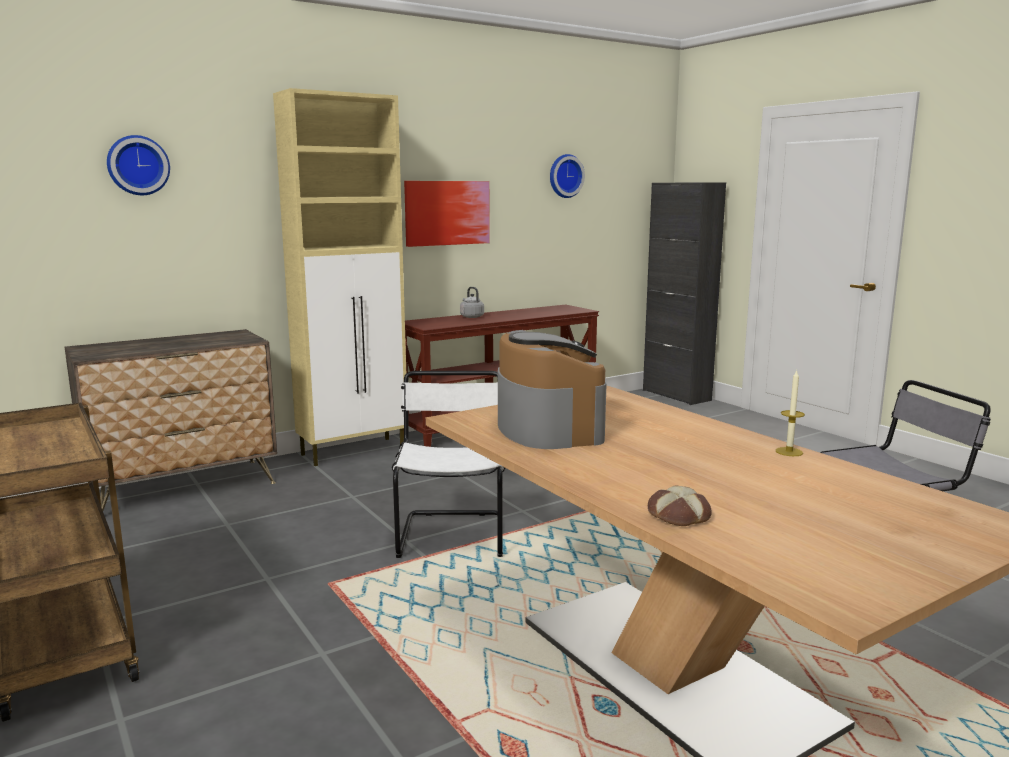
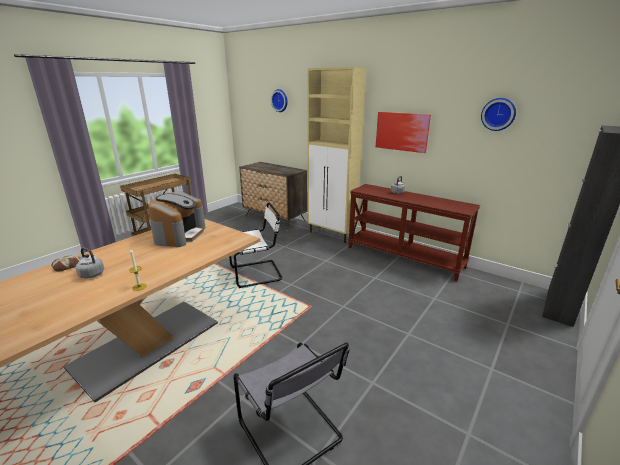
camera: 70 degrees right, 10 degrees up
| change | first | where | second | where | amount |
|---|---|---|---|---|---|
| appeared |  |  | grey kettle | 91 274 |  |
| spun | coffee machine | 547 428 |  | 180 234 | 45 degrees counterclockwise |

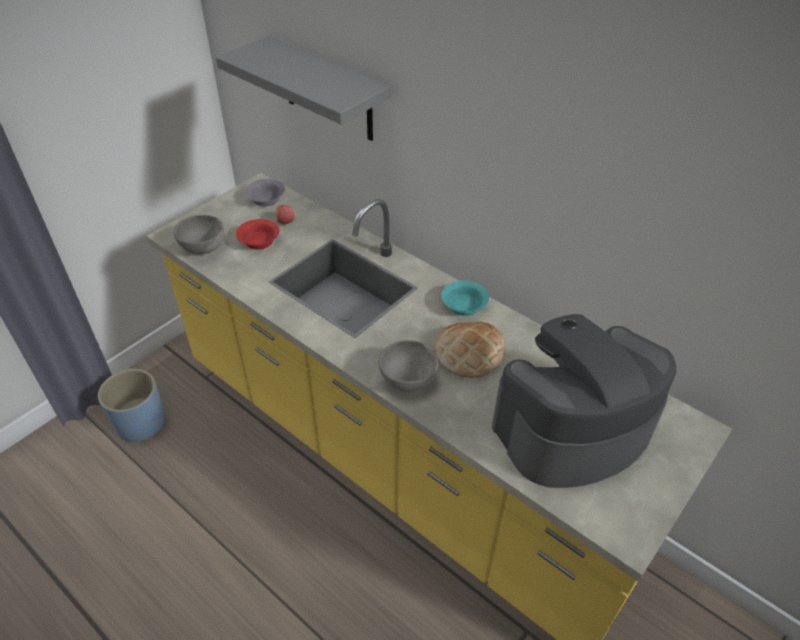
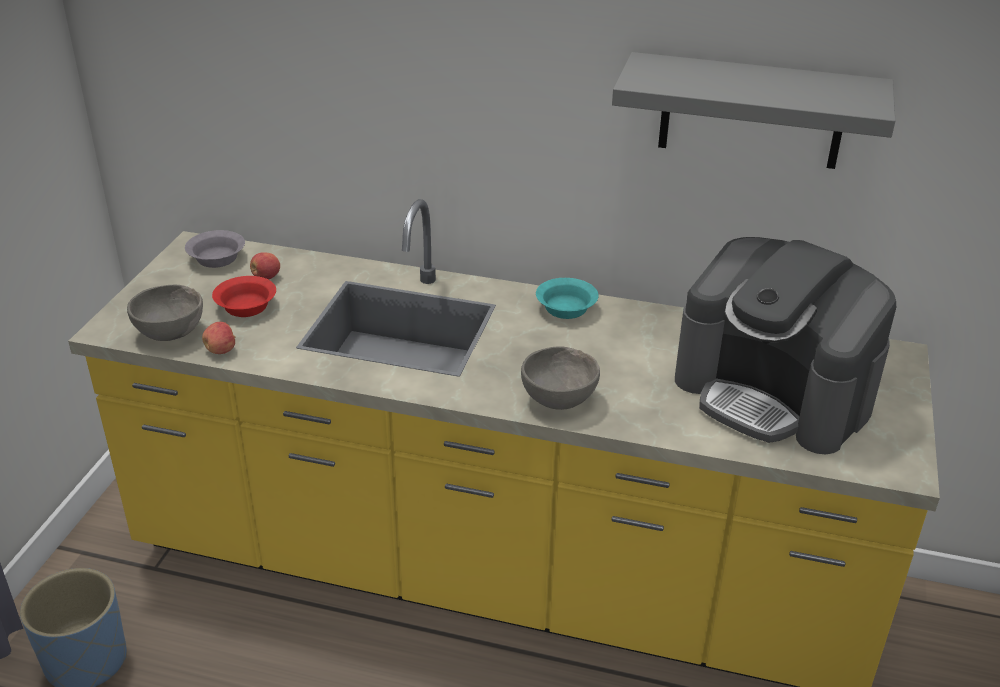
camera: 25 degrees left, 10 degrees down
| change | first | where | second | where | amount |
|---|---|---|---|---|---|
| missing | bread | 469 353 |  |  |  |
| appeared |  |  | apple | 221 350 |  |
| relocated | grey shelf | 328 90 |  | 752 111 |  |
| spun | coffee machine | 570 430 |  | 774 393 | 90 degrees counterclockwise |

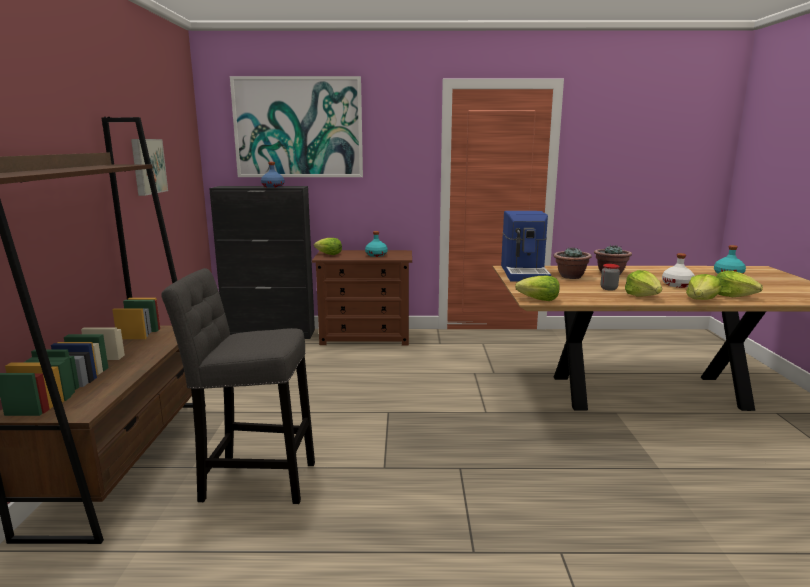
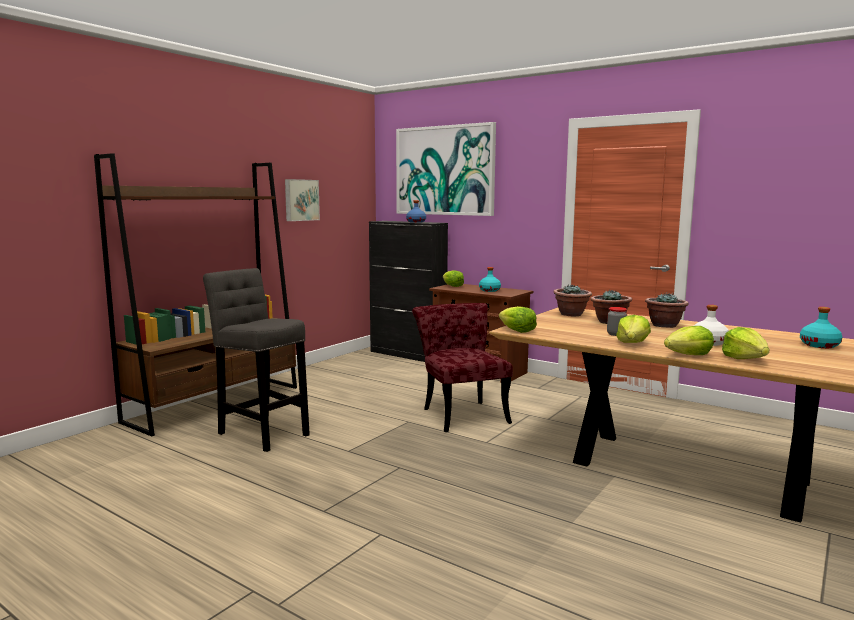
camera: 35 degrees right, 5 degrees down
| change | first | where | second | where | amount |
|---|---|---|---|---|---|
| appeared |  |  | red chair | 461 413 |  |
| exchanged | coffee machine | 525 273 | potted plant | 571 314 |  |

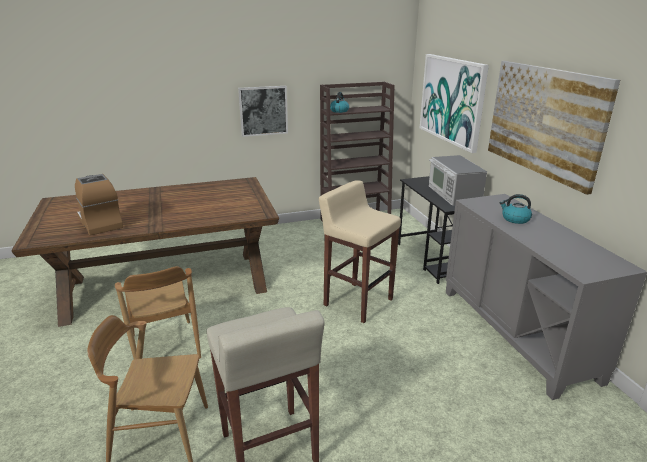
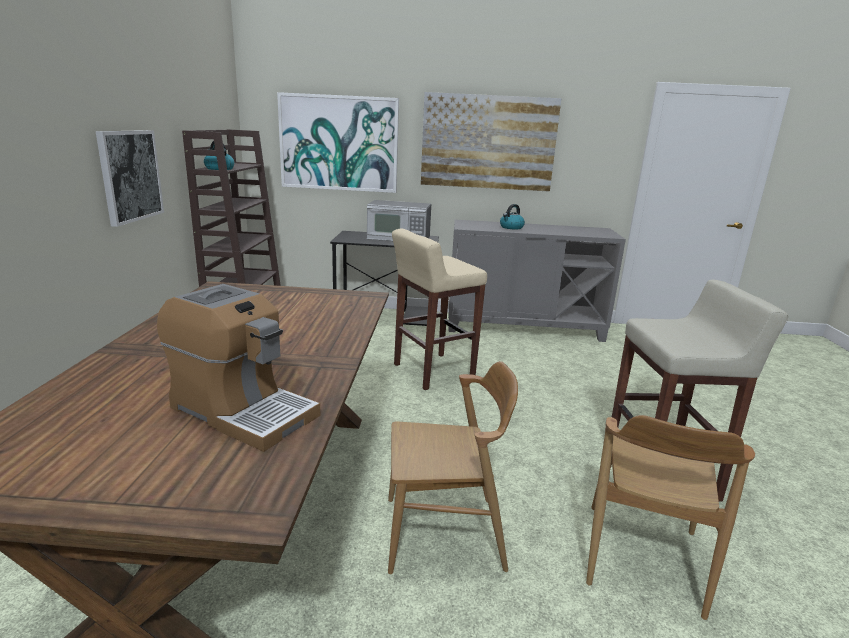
camera: 70 degrees left, 5 degrees down
| change | first | where | second | where | amount |
|---|---|---|---|---|---|
| spun | coffee machine | 100 223 |  | 242 411 | 135 degrees counterclockwise |

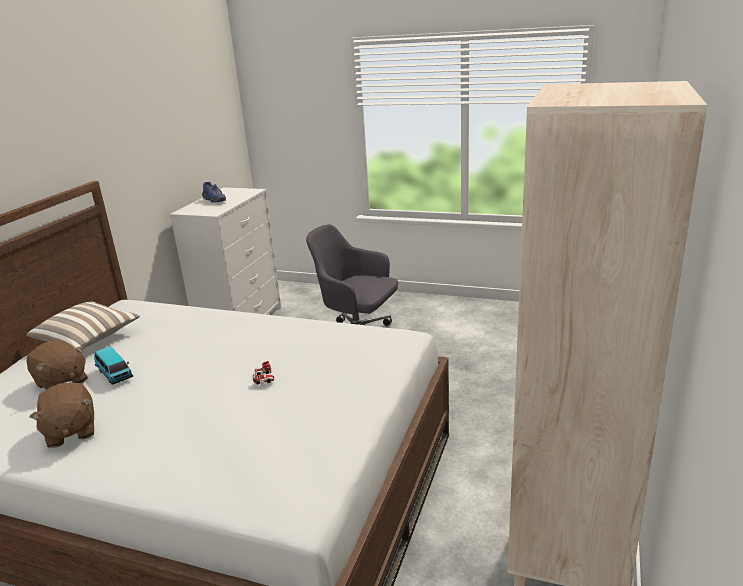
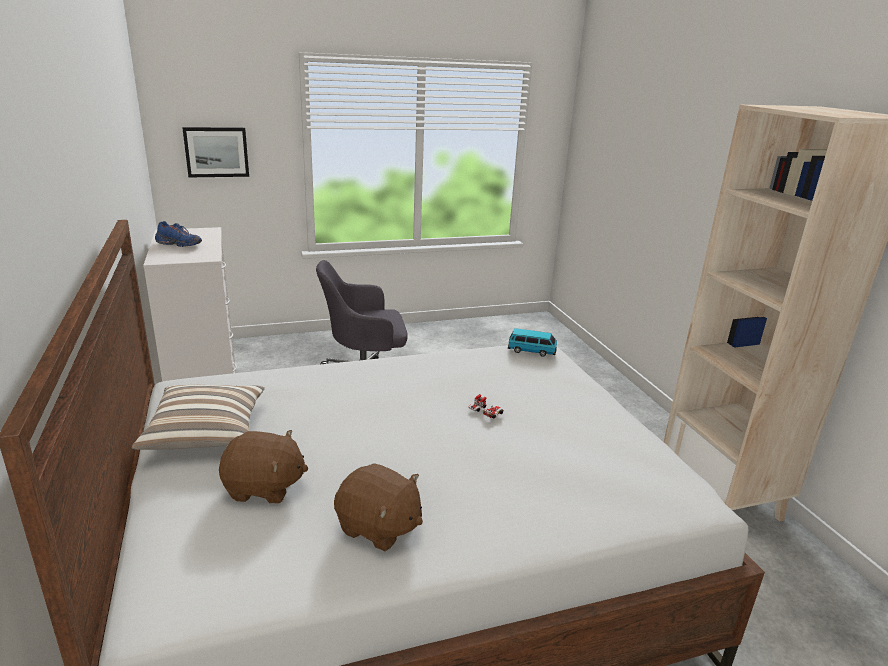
camera: 40 degrees left, 0 degrees up
| change | first | where | second | where | amount |
|---|---|---|---|---|---|
| appeared |  |  | picture | 216 152 |  |
| relocated | toy car | 114 374 |  | 531 351 |  |

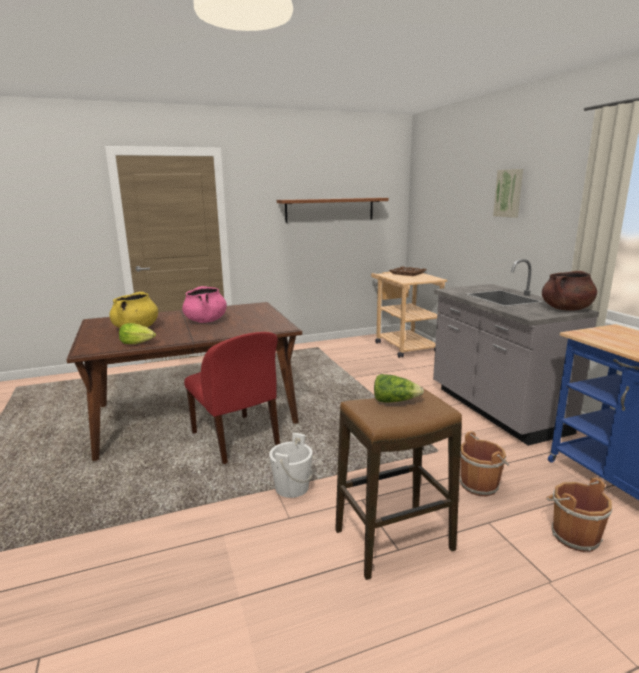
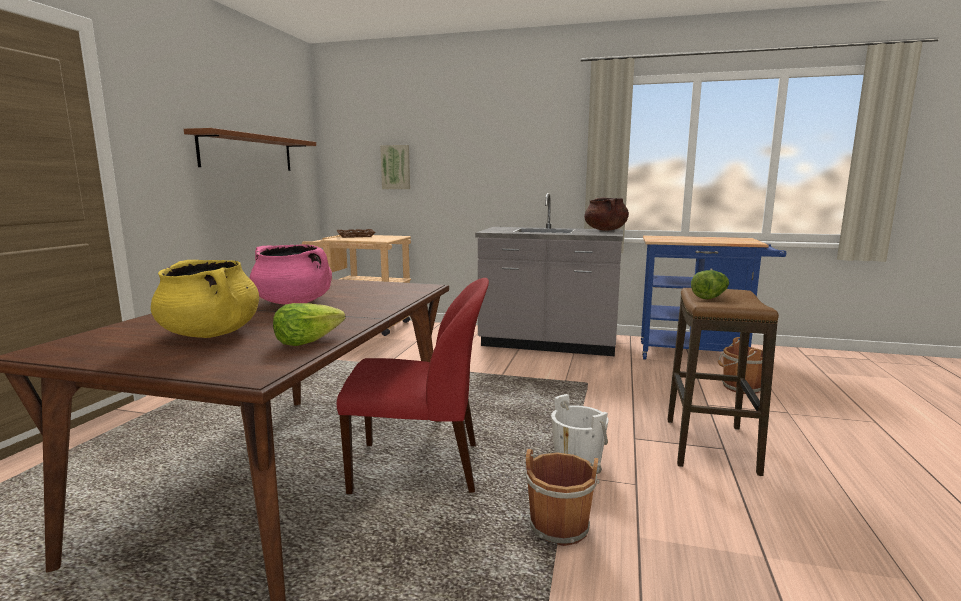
camera: 55 degrees left, 5 degrees down
| change | first | where | second | where | amount |
|---|---|---|---|---|---|
| relocated | brown bucket | 480 484 |  | 559 525 |  |
| relocated | picture | 509 193 |  | 396 167 |  |

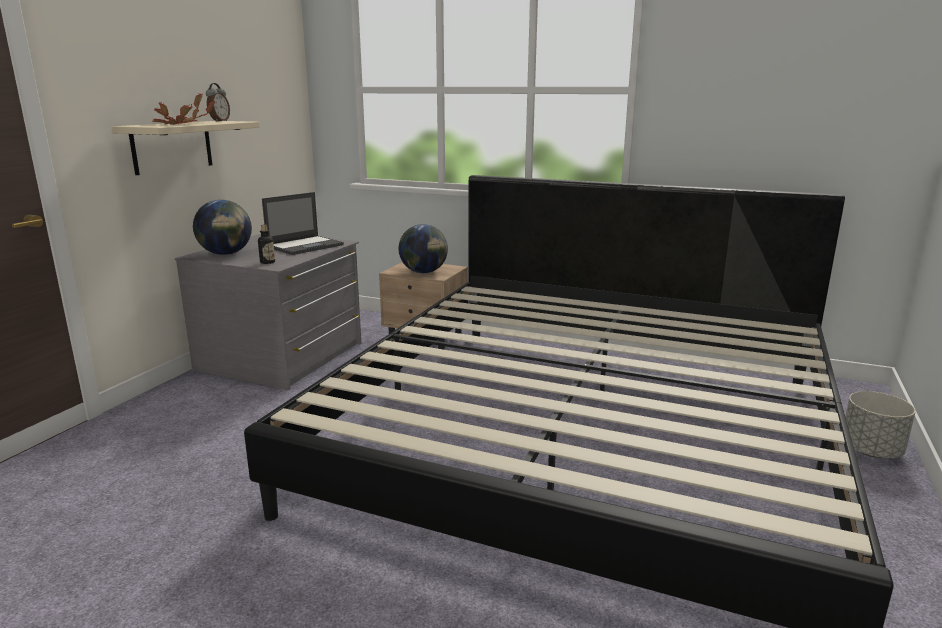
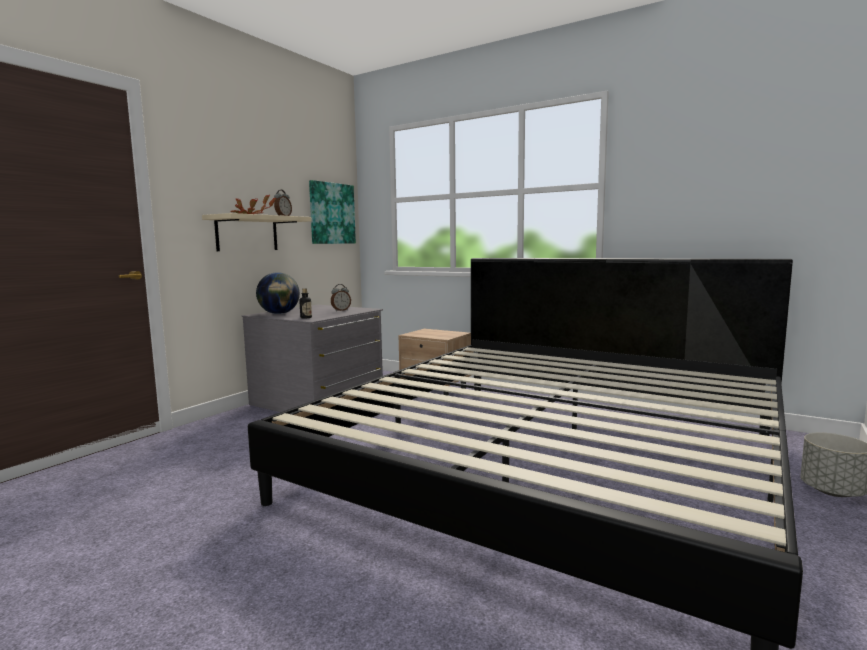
camera: 10 degrees right, 10 degrees down
| change | first | where | second | where | amount |
|---|---|---|---|---|---|
| missing | globe | 424 272 |  |  |  |
| appeared |  |  | picture | 331 213 |  |
| exchanged | laptop | 305 246 | alarm clock | 341 310 |  |

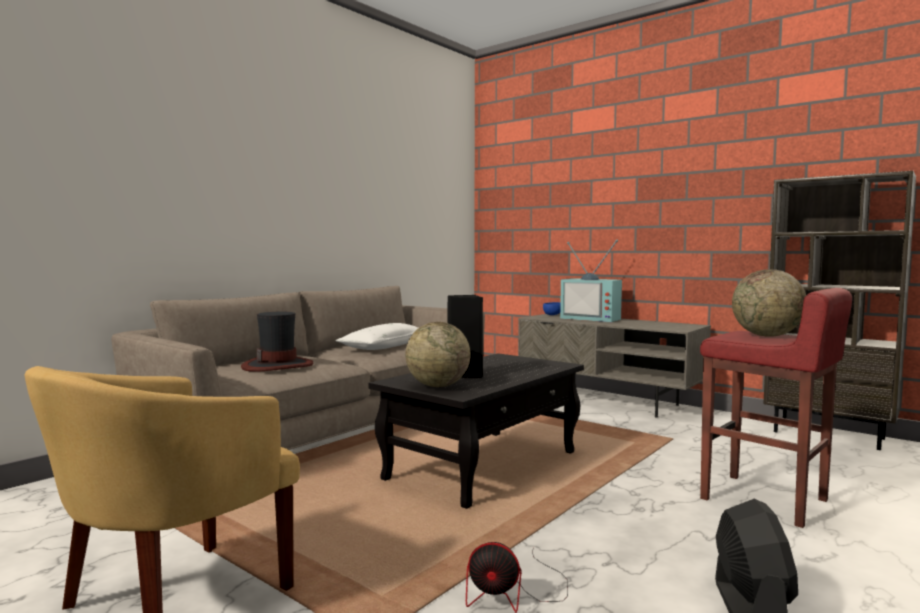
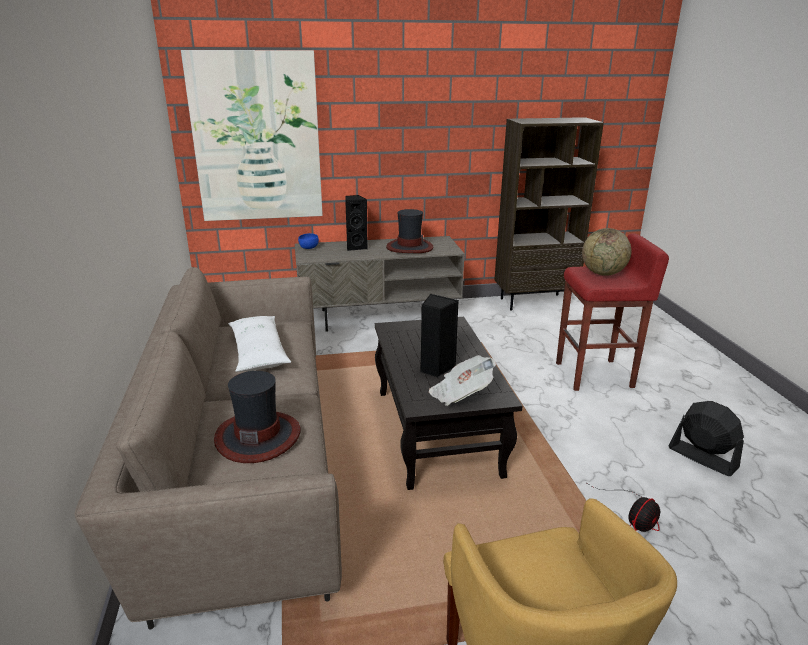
camera: 50 degrees left, 20 degrees up
| change | first | where | second | where | amount |
|---|---|---|---|---|---|
| appeared |  |  | picture | 257 138 |  |
| appeared |  |  | hat | 409 247 |  |
| exchanged | globe | 437 386 | newspaper | 461 394 |  |
| exchanged | television | 592 318 | black speaker | 356 247 |  |

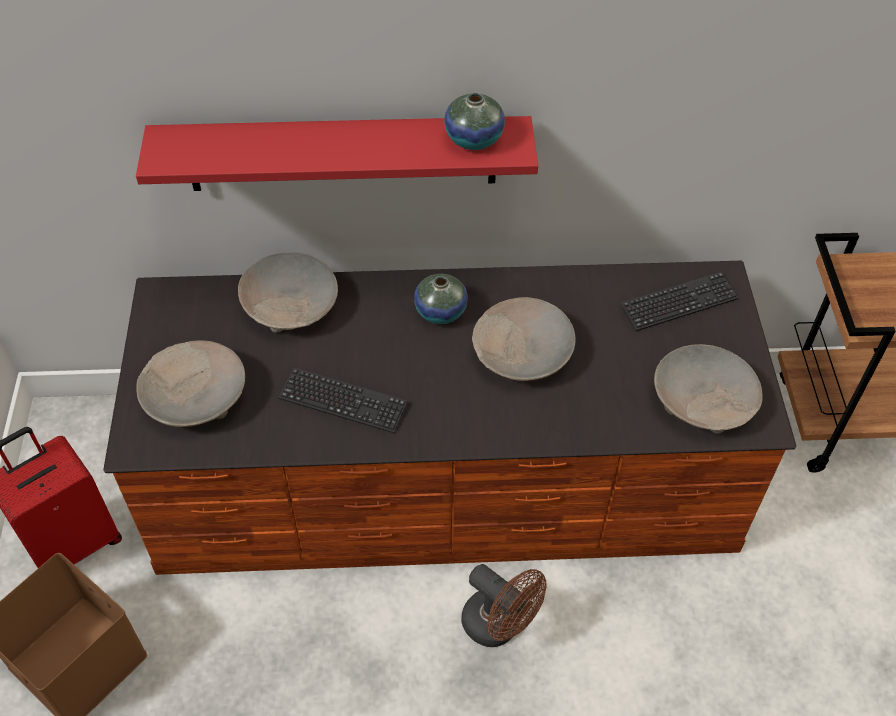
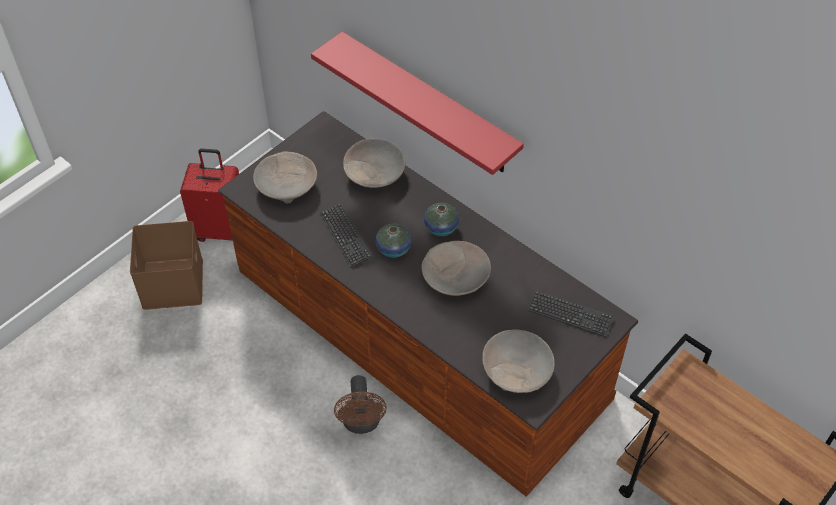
camera: 45 degrees right, 0 degrees up
| change | first | where | second | where | amount |
|---|---|---|---|---|---|
| relocated | vase | 473 139 |  | 393 248 |  |

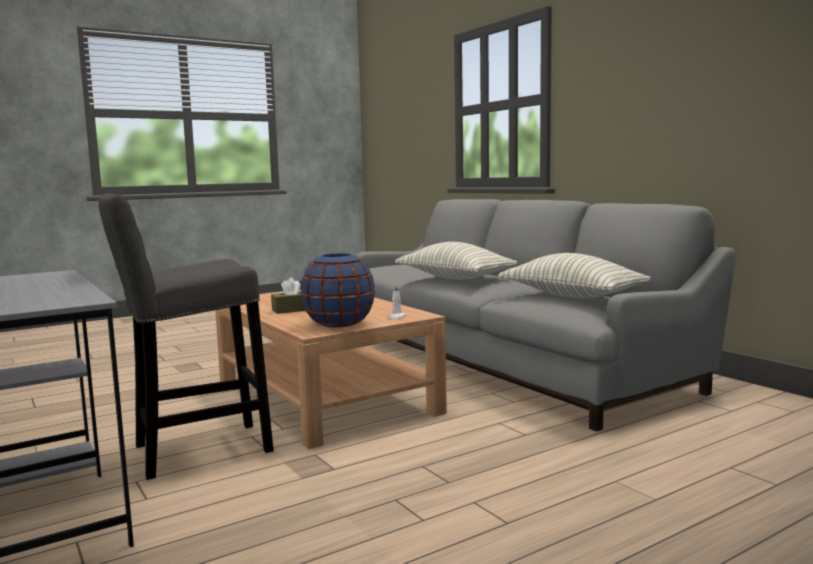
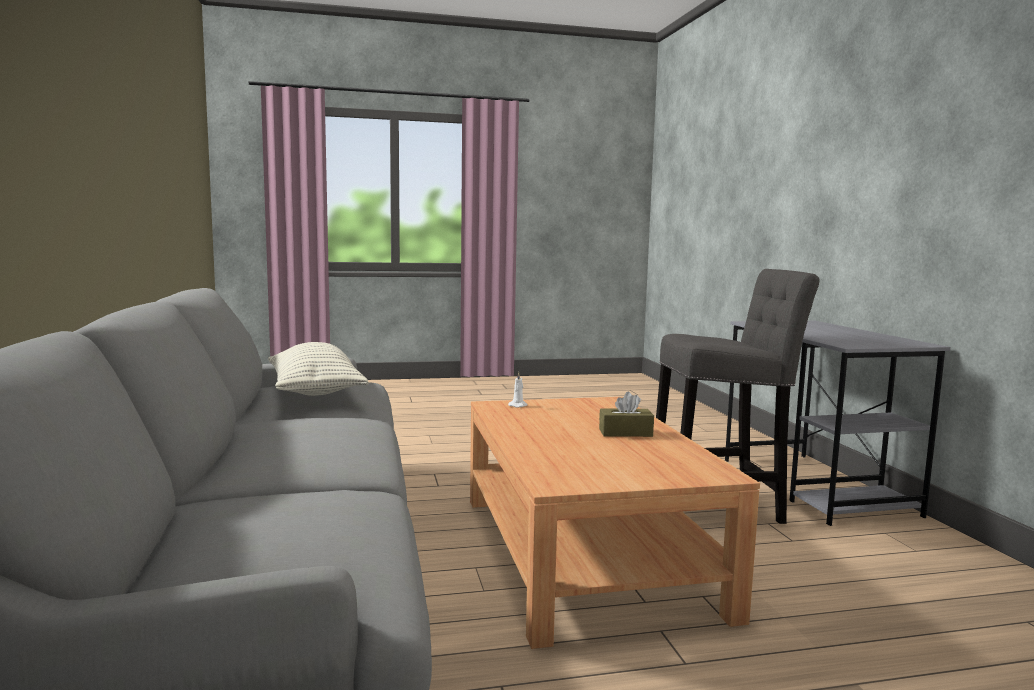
camera: 160 degrees left, 0 degrees up
| change | first | where | second | where | amount |
|---|---|---|---|---|---|
| missing | blue vase | 339 324 |  |  |  |
| missing | pillow | 454 278 |  |  |  |

